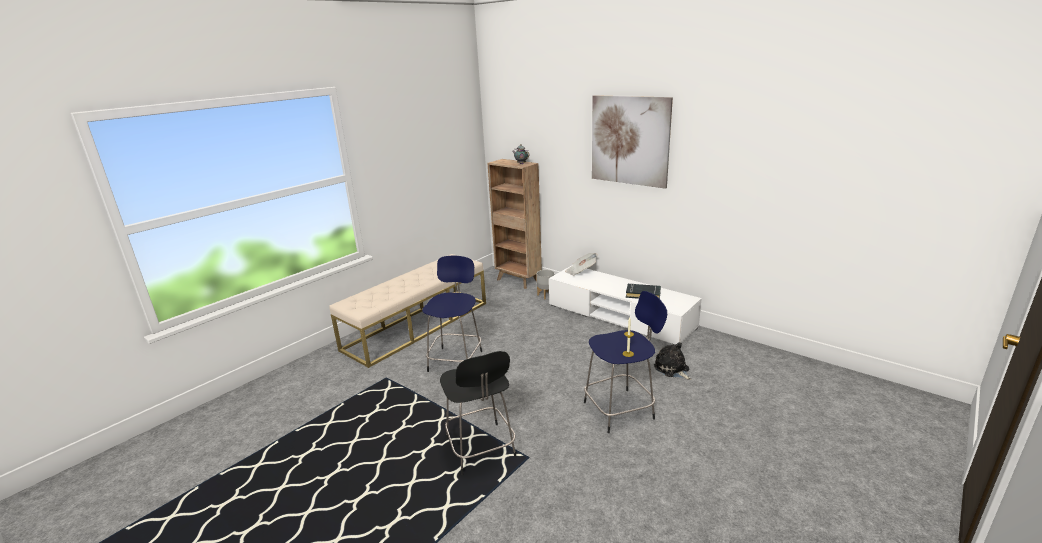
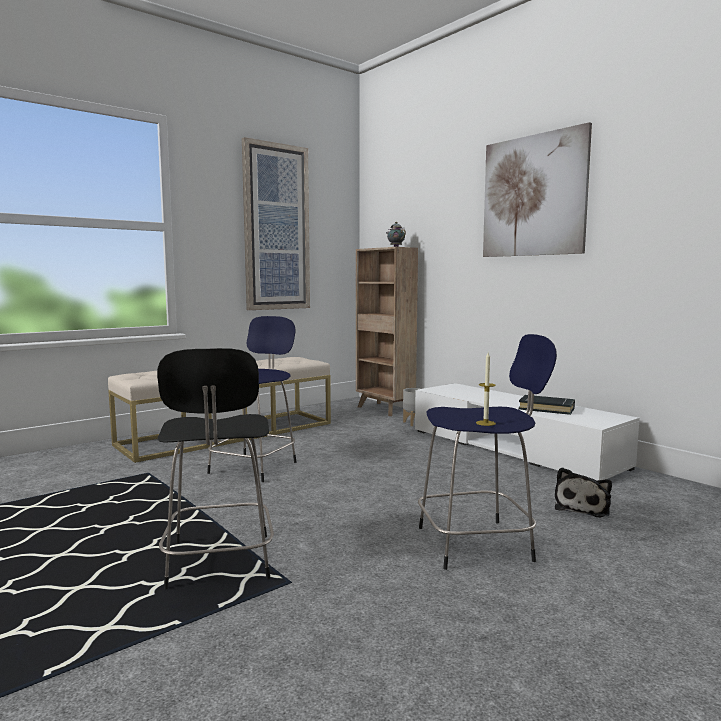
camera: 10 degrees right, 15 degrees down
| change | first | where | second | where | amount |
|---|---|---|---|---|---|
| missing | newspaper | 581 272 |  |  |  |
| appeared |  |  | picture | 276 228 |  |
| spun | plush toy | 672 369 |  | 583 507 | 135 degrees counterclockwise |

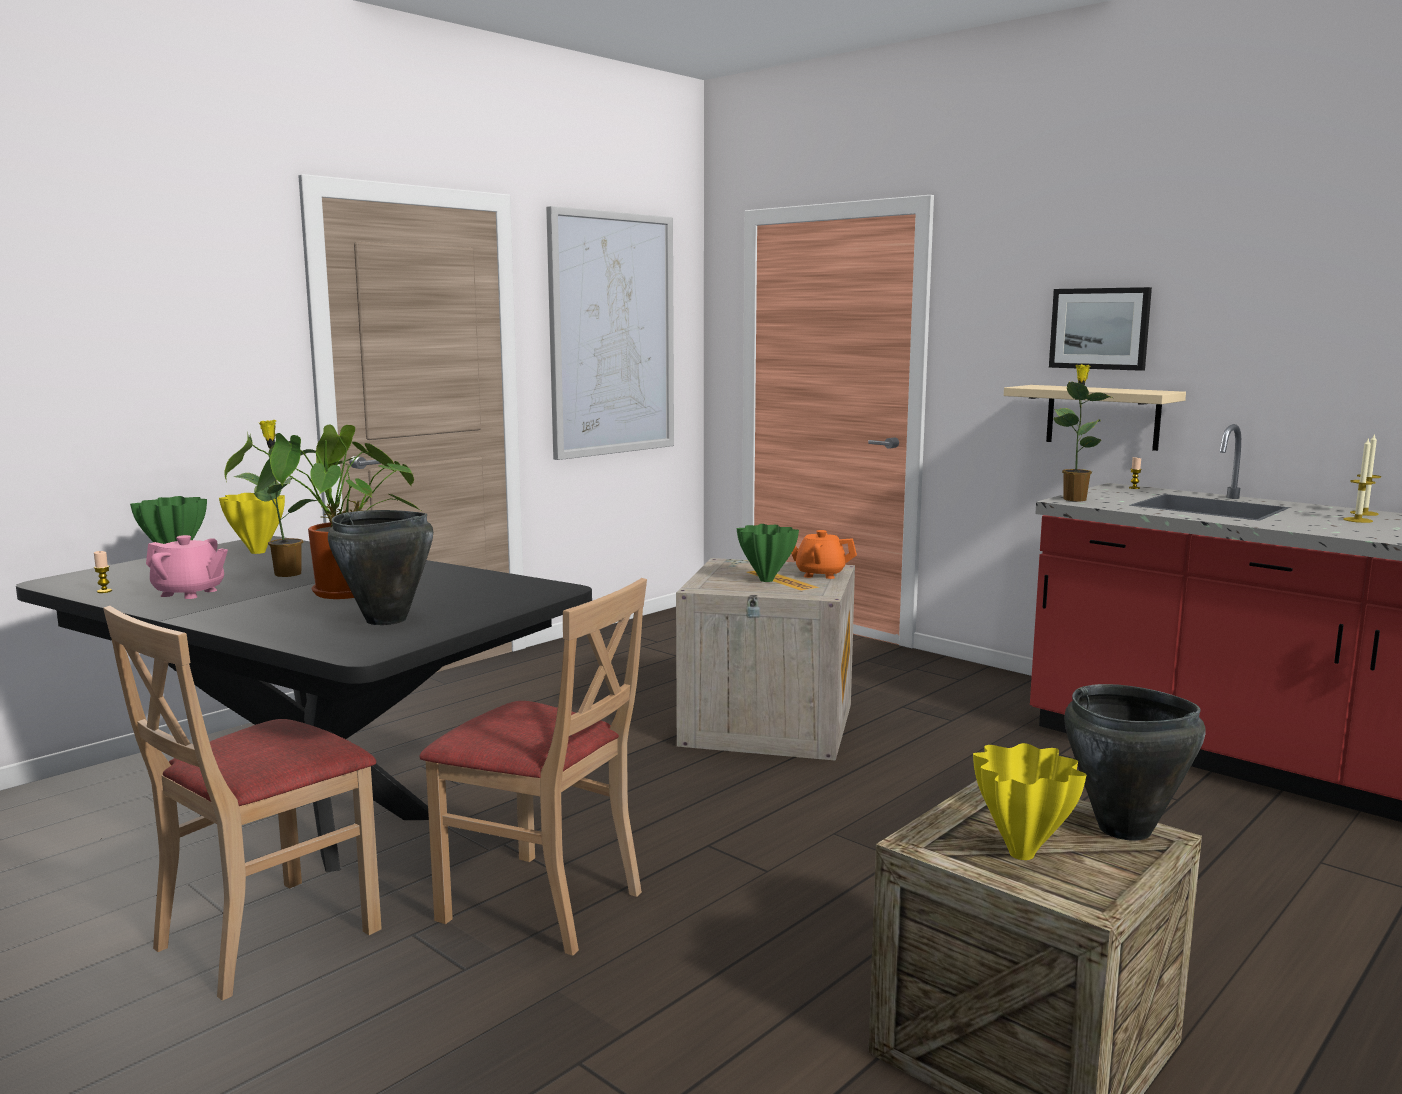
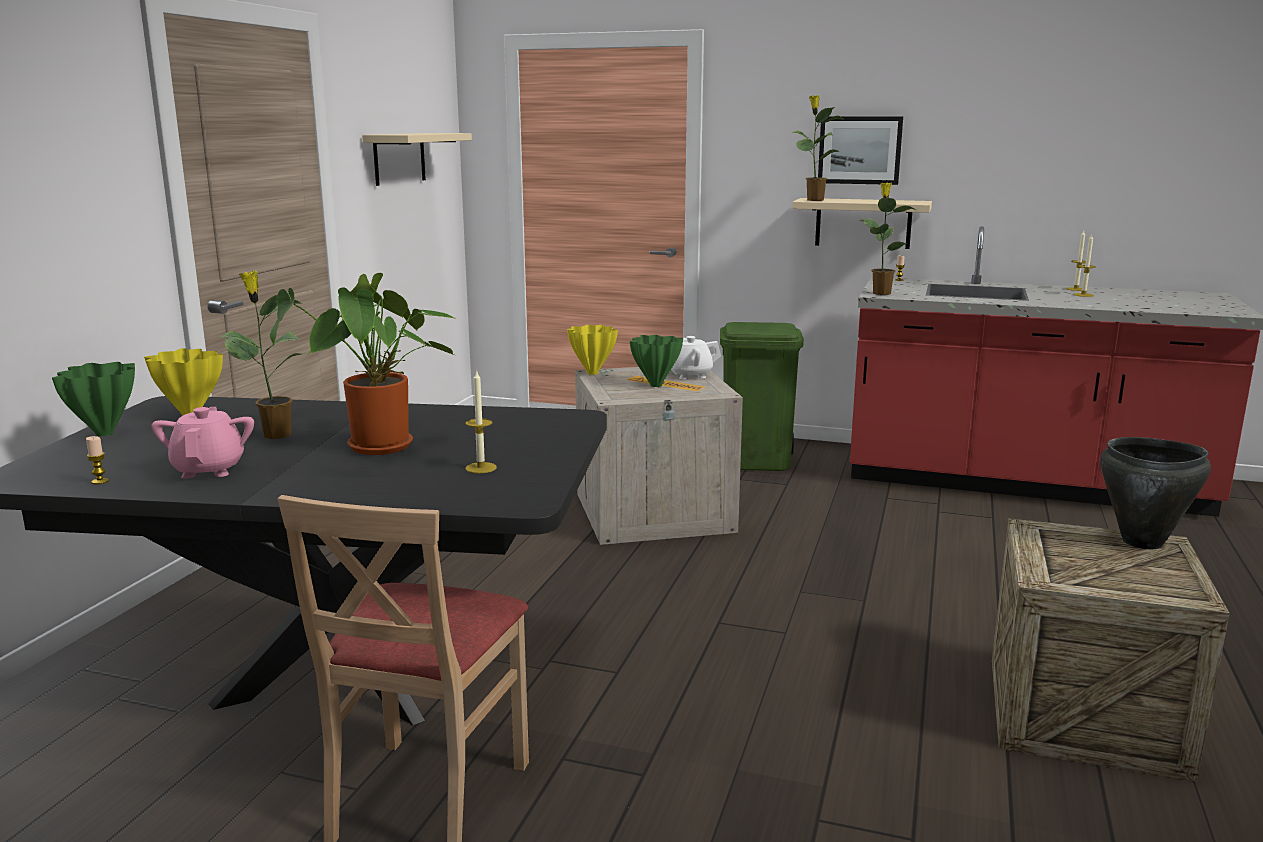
camera: 25 degrees left, 5 degrees up
| change | first | where | second | where | amount |
|---|---|---|---|---|---|
| missing | beige chair | 542 903 |  |  |  |
| appeared |  |  | green trash can | 756 461 |  |
| appeared |  |  | potted plant | 814 200 |  |
| relocated | yellow vase | 1022 853 |  | 593 373 |  |
| exchanged | black cooking pot | 386 620 | candle | 481 468 |  |
| exchanged | picture | 612 334 | beige shelf | 399 158 |  |
| colour | orange teapot | 820 574 | white teapot | 689 375 |  |
| spun | pink teapot | 189 593 |  | 209 469 | 90 degrees counterclockwise |

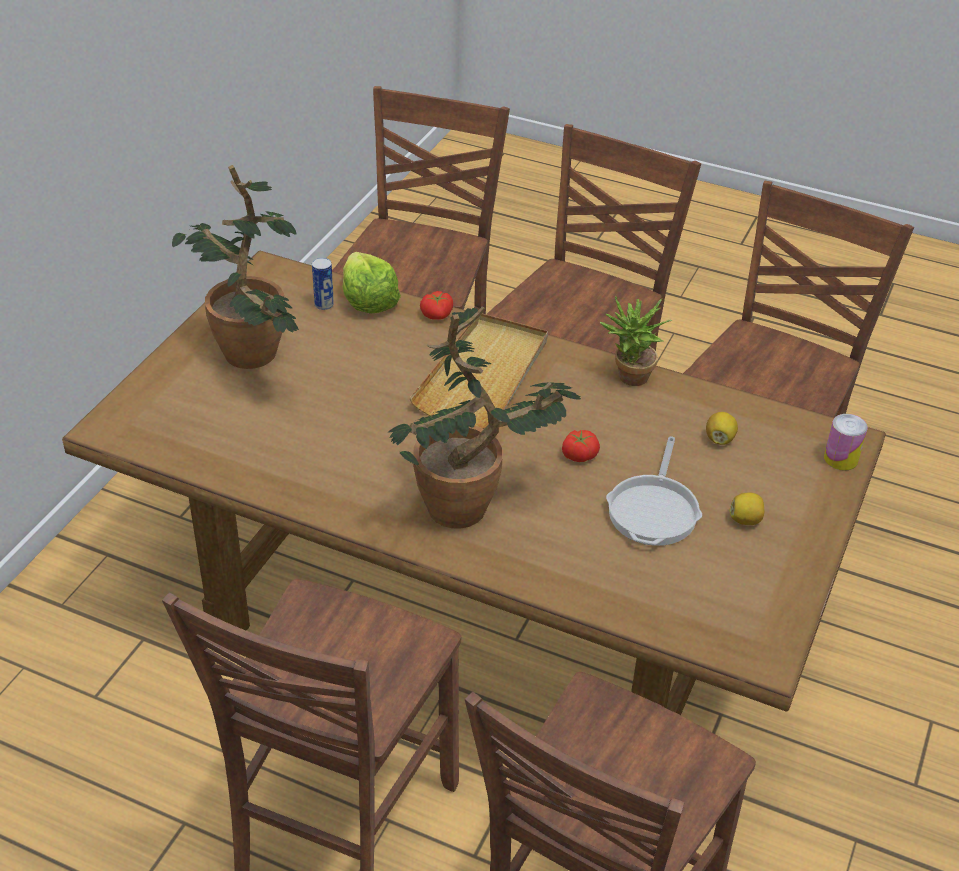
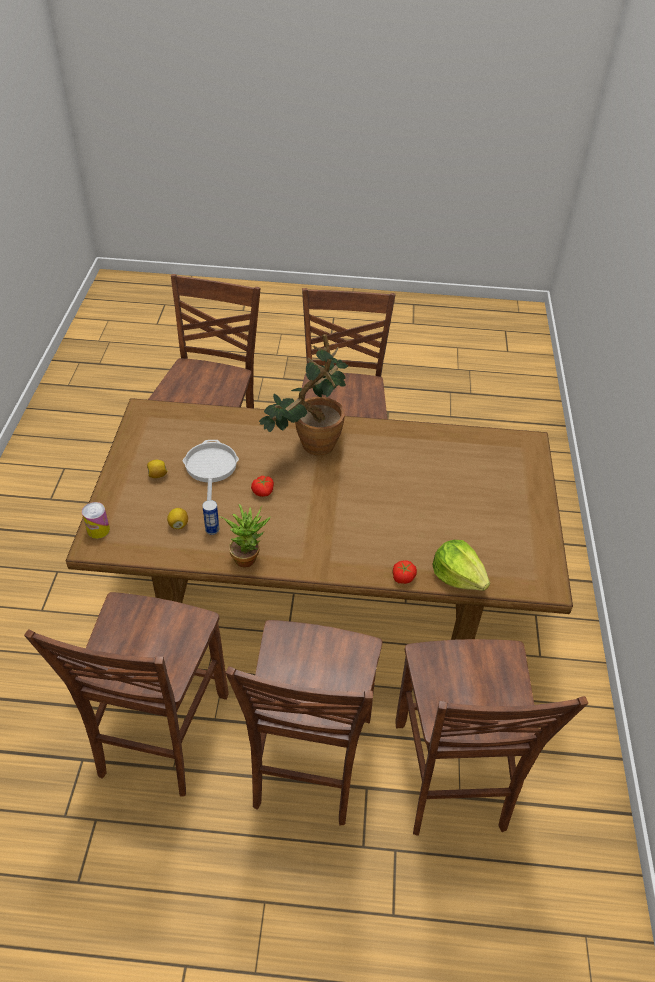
camera: 160 degrees right, 5 degrees up
| change | first | where | second | where | amount |
|---|---|---|---|---|---|
| missing | potted plant | 252 361 |  |  |  |
| missing | beige tray | 483 375 |  |  |  |
| relocated | can | 324 304 |  | 212 529 |  |

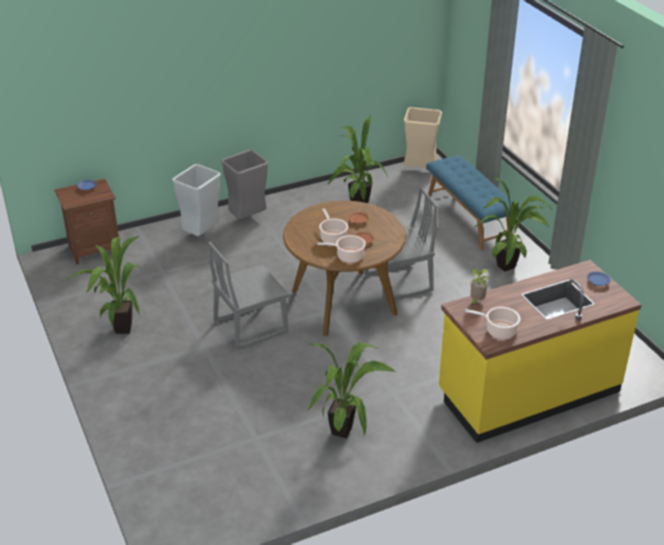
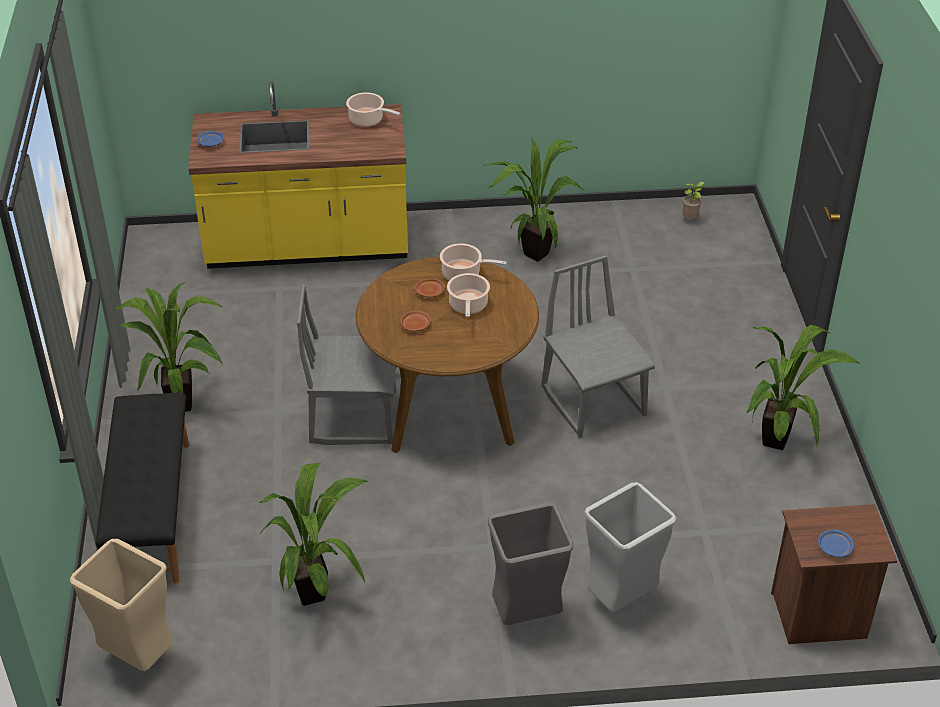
camera: 160 degrees left, 5 degrees up
| change | first | where | second | where | amount |
|---|---|---|---|---|---|
| relocated | potted plant | 476 301 |  | 690 219 |  |
| colour | blue bench | 469 218 | black bench | 151 511 |  |
| spun | grey chair | 250 327 |  | 594 401 | 105 degrees counterclockwise |

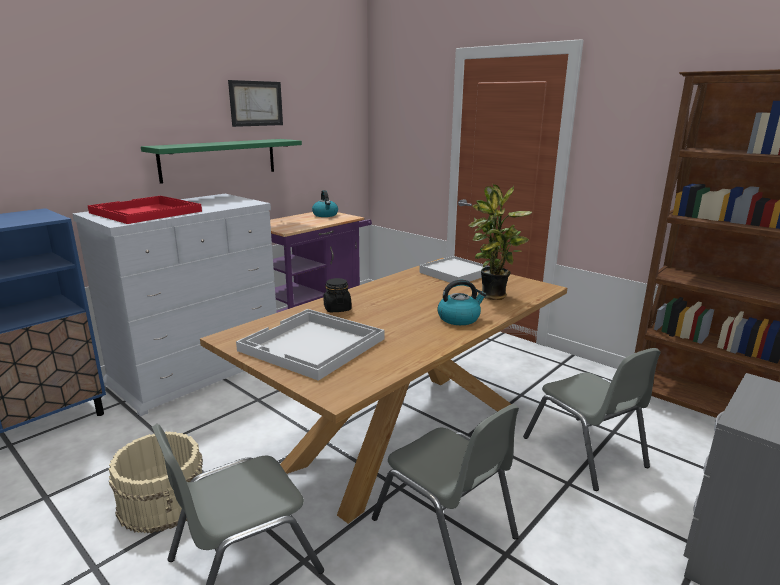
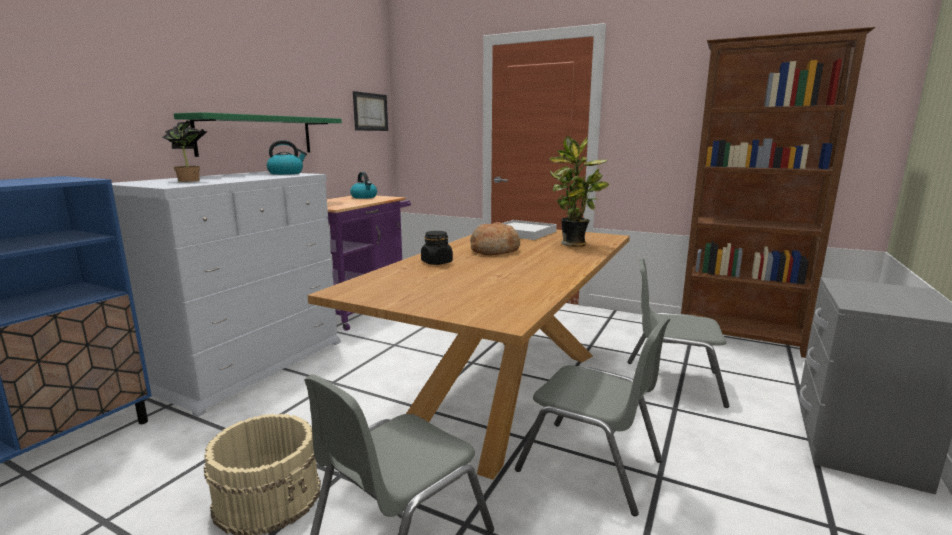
camera: 15 degrees left, 5 degrees down
| change | first | where | second | where | amount |
|---|---|---|---|---|---|
| missing | white tray | 312 345 |  |  |  |
| appeared |  |  | bread | 494 250 |  |
| relocated | picture | 256 103 |  | 370 112 |  |
| relocated | kettle | 459 318 |  | 286 173 |  |
| exchanged | red tray | 145 212 | potted plant | 192 180 |  |
| spun | grey chair | 584 452 |  | 672 382 | 150 degrees clockwise |

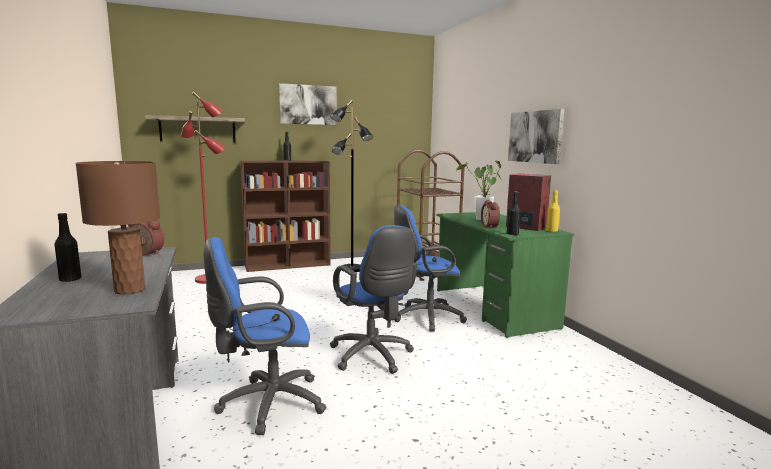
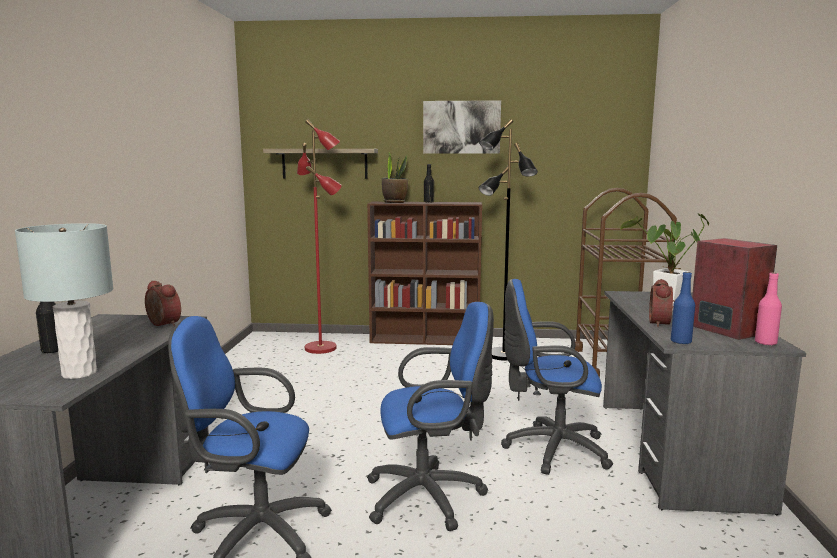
camera: 25 degrees right, 0 degrees up
| change | first | where | second | where | amount |
|---|---|---|---|---|---|
| missing | picture | 535 137 |  |  |  |
| appeared |  |  | potted plant | 394 202 |  |
| colour | brown table lamp | 130 290 | grey table lamp | 80 373 |  |
| colour | green desk | 493 308 | grey desk | 675 452 |  |
| colour | black bottle | 512 234 | blue bottle | 681 342 |  |
| colour | yellow bottle | 551 231 | pink bottle | 765 343 |  |
| spun | blue office chair | 373 357 |  | 431 497 | 90 degrees counterclockwise |

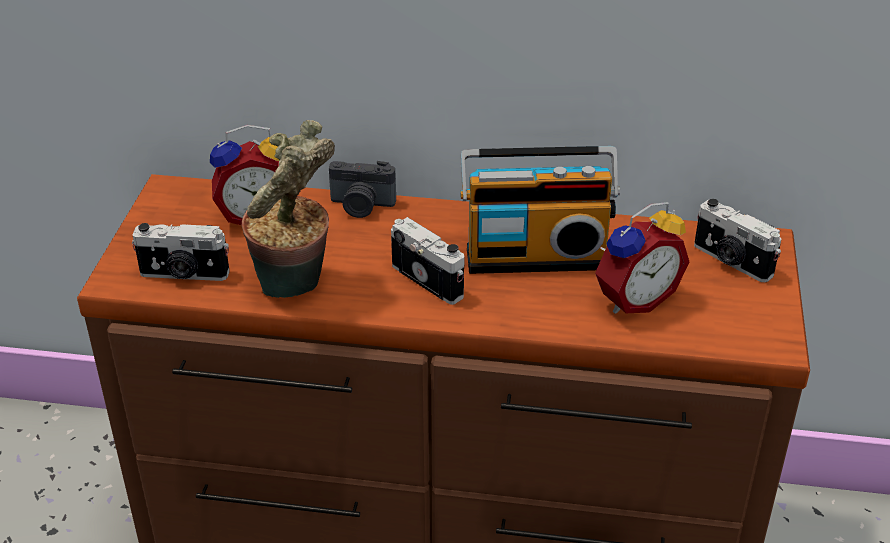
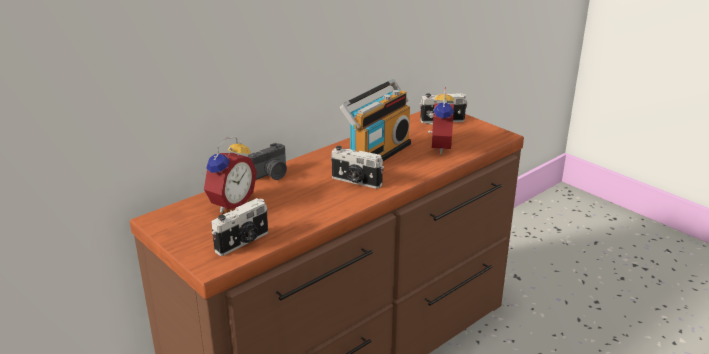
camera: 50 degrees left, 10 degrees down
| change | first | where | second | where | amount |
|---|---|---|---|---|---|
| missing | potted plant | 295 287 |  |  |  |
| spun | photo camera | 429 279 |  | 356 182 | 150 degrees counterclockwise |

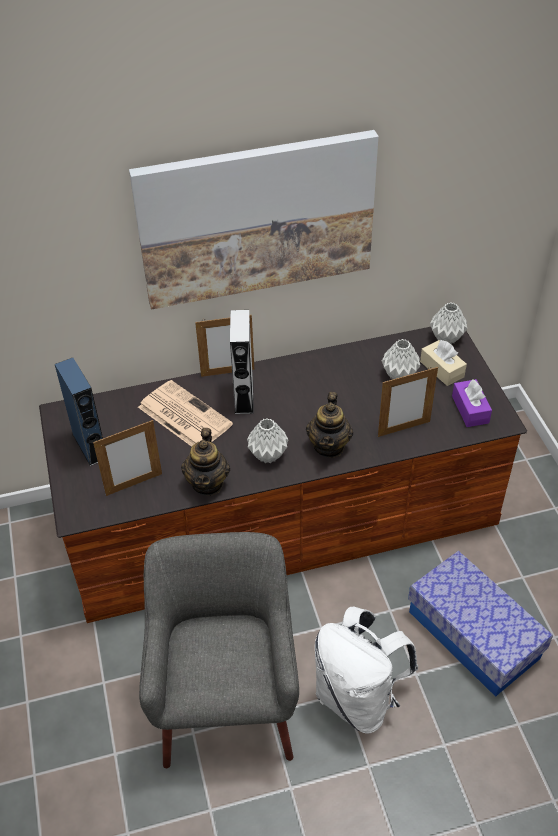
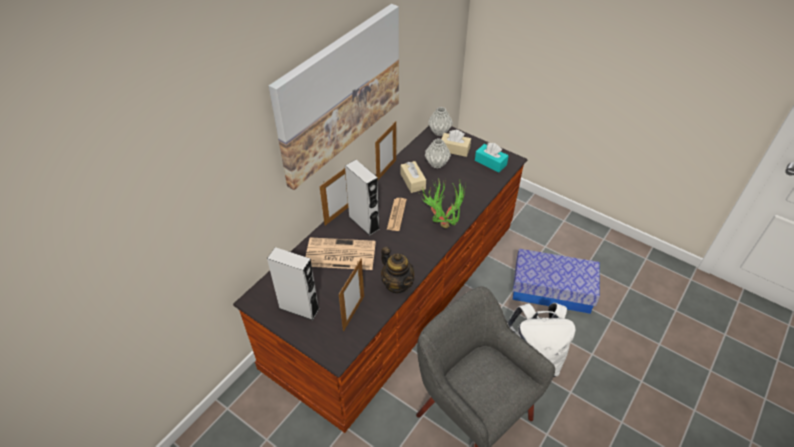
camera: 40 degrees left, 0 degrees up
| change | first | where | second | where | amount |
|---|---|---|---|---|---|
| missing | grey vase | 268 455 |  |  |  |
| appeared |  |  | newspaper | 396 214 |  |
| appeared |  |  | beige tissue box | 413 181 |  |
| relocated | picture frame | 404 428 |  | 386 170 |  |
| exchanged | teapot | 329 446 | potted plant | 442 222 |  |
| colour | blue speaker | 90 446 | grey speaker | 299 308 |  |
| colour | purple tissue box | 470 409 | turquoise tissue box | 490 162 |  |

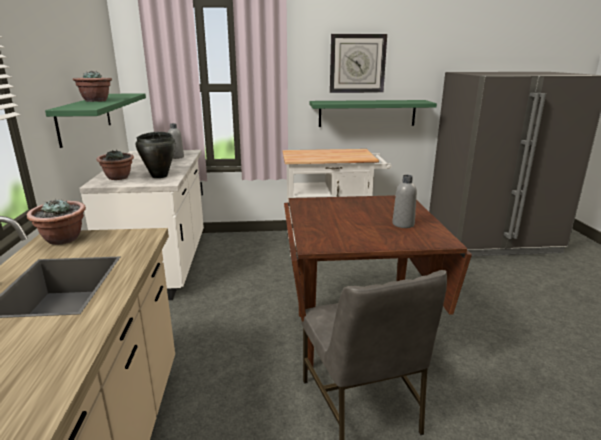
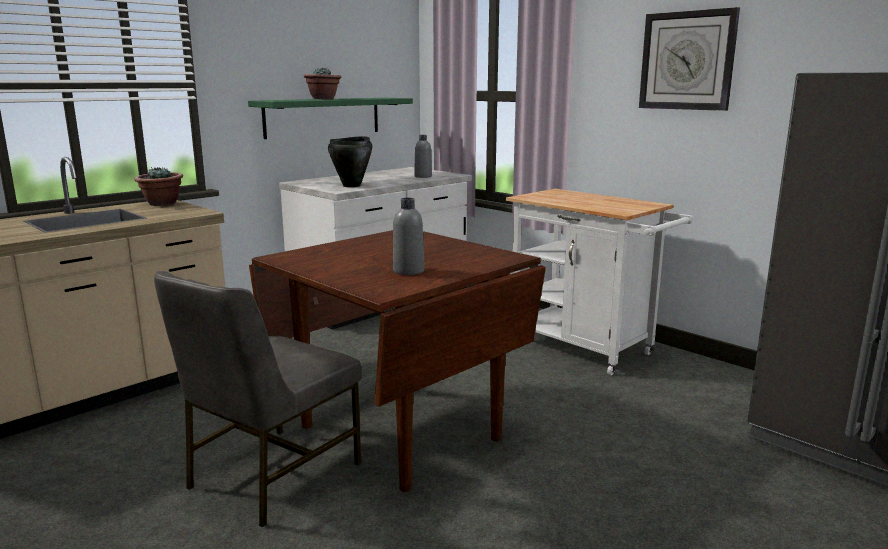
camera: 50 degrees right, 5 degrees down
| change | first | where | second | where | amount |
|---|---|---|---|---|---|
| missing | potted plant | 118 177 |  |  |  |
| missing | green shelf | 367 113 |  |  |  |

